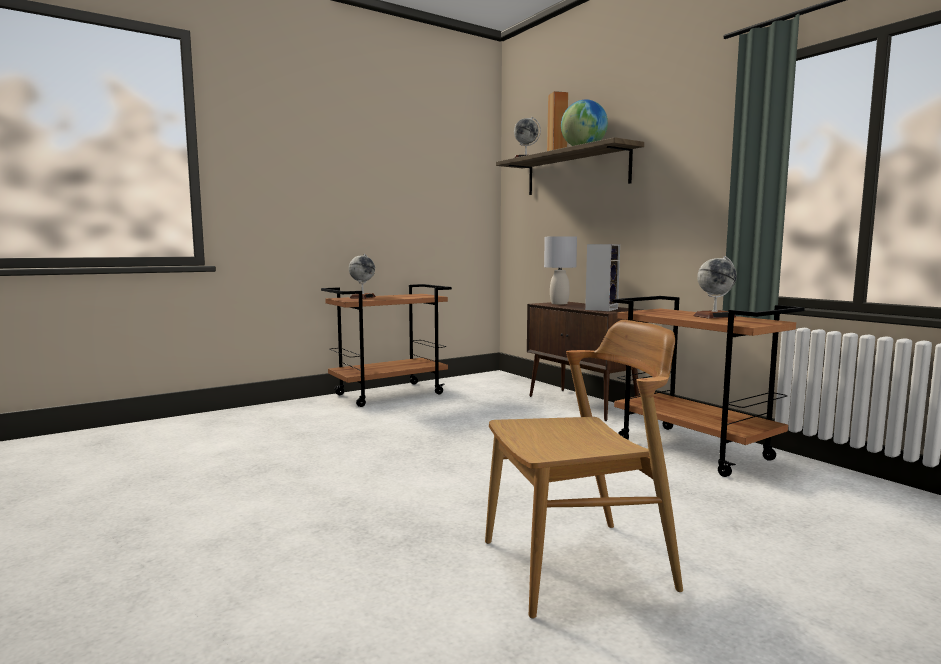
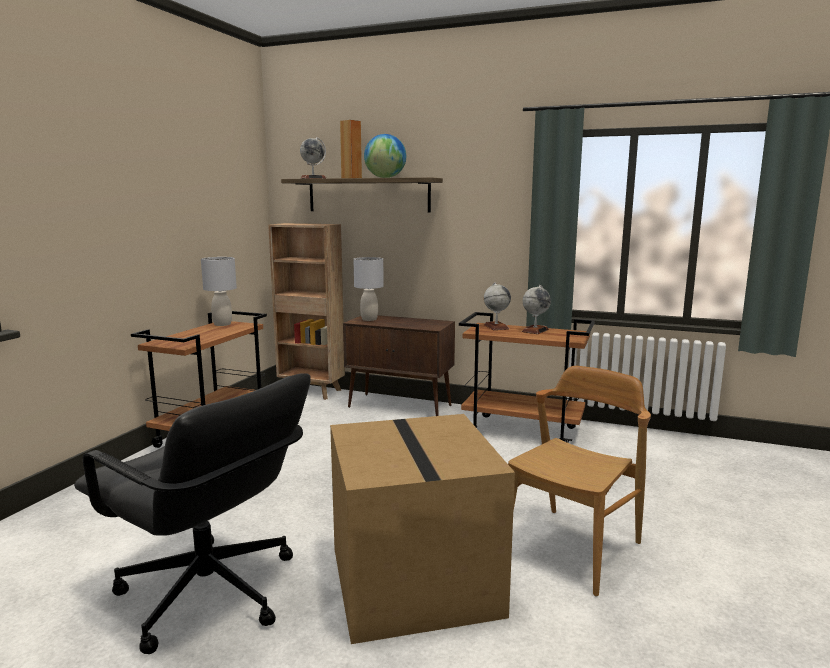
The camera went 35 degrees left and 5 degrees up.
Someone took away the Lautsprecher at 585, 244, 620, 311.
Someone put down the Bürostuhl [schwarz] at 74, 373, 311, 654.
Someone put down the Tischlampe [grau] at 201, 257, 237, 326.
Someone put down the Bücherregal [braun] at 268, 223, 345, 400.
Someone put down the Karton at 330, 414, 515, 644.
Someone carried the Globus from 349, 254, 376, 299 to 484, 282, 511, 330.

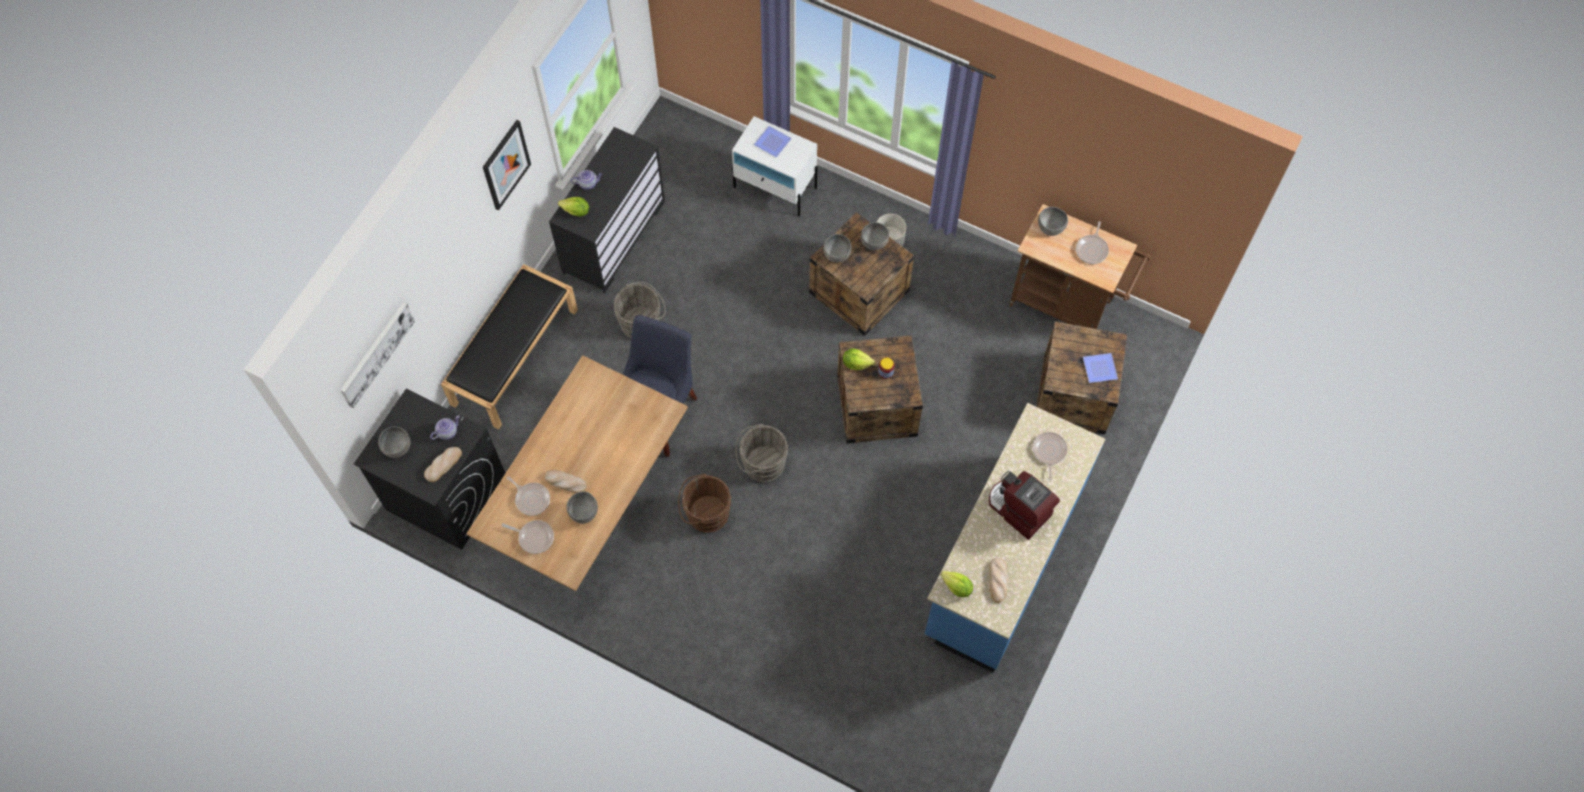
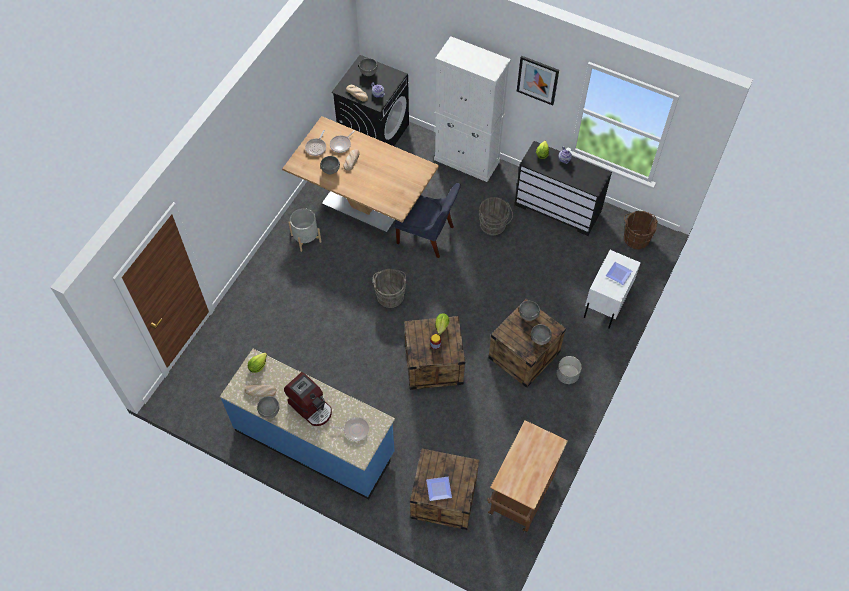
The camera went 90 degrees right and 5 degrees down.
Someone took away the Bild at 340, 302, 415, 408.
Someone took away the Pfanne at 1076, 221, 1109, 264.
Someone put down the Pflanzkübel [grau] at 288, 208, 321, 252.
Someone carried the Eimer [braun] from 678, 474, 731, 533 to 623, 211, 658, 249.
Someone carried the Schüssel [grau] from 1038, 207, 1068, 236 to 257, 396, 280, 419.
Someone swapped the Bank [schwarz] at 441, 264, 578, 430 for the Schrank [weiß] at 434, 36, 511, 182.
Someone rotated the Kaffeemaschine at 989, 471, 1060, 540 by 90 degrees clockwise.

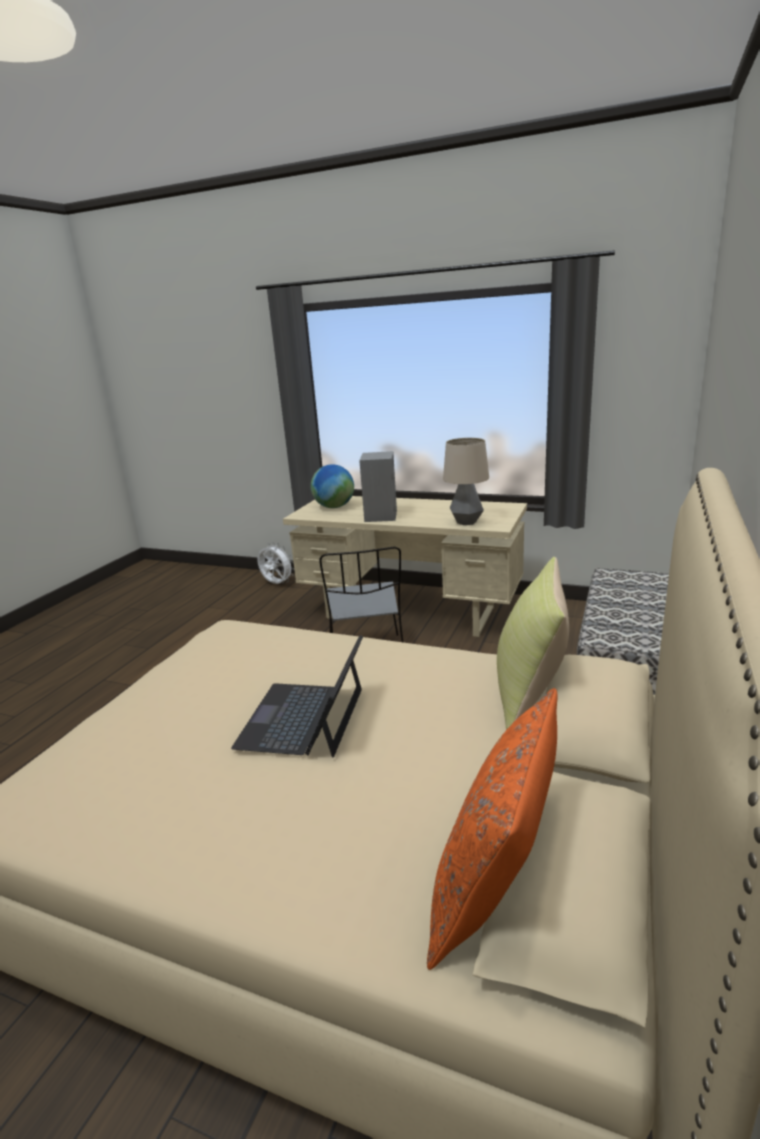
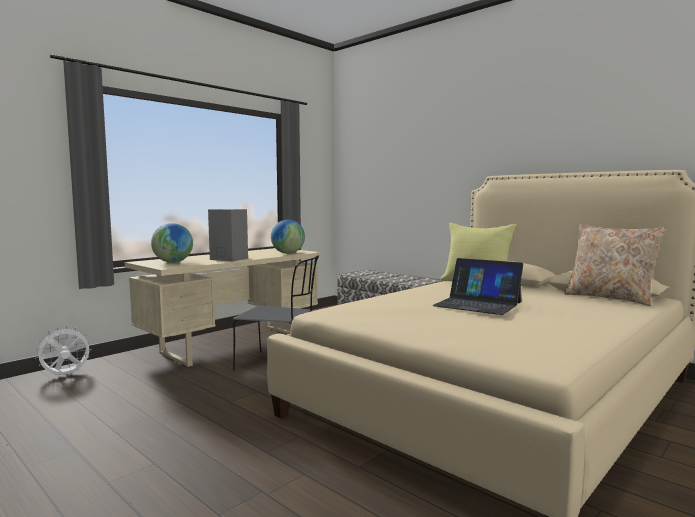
The camera went 70 degrees left and 15 degrees down.
Someone swapped the Tischlampe at 443, 438, 489, 525 for the Globus at 271, 220, 305, 254.
Someone repainted the Kissen [orange] at 427, 688, 557, 970, which became the Kissen [beige] at 564, 224, 666, 306.

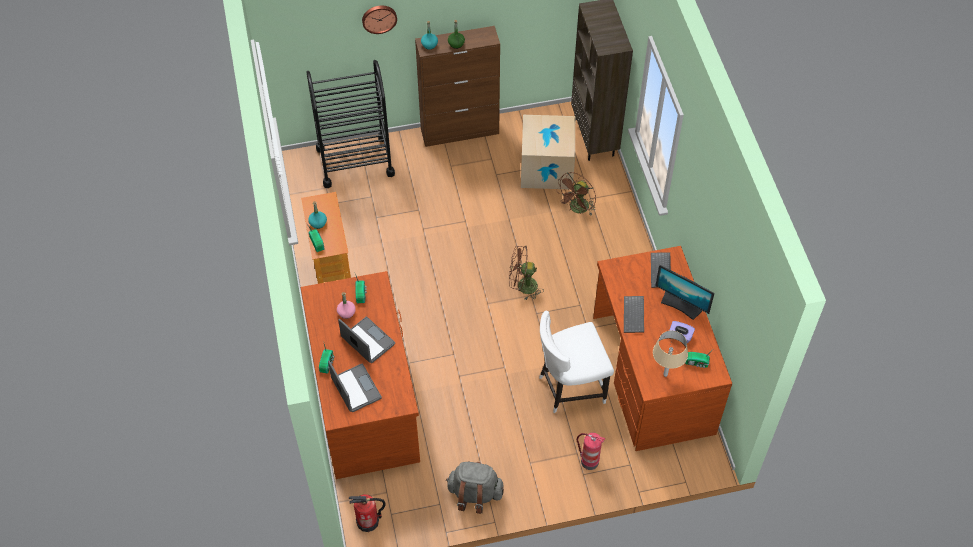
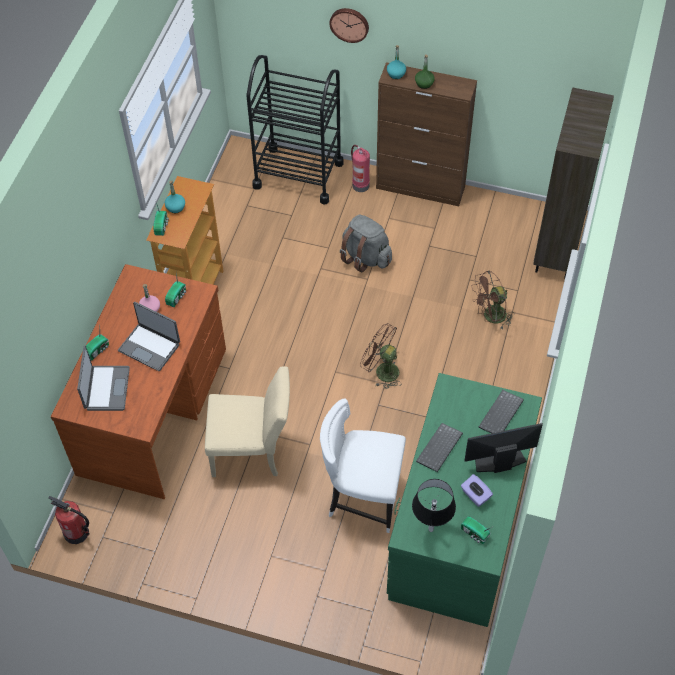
The camera went 30 degrees right and 0 degrees up.
Someone took away the Karton at 521, 115, 575, 190.
Someone put down the Stuhl [beige] at 205, 367, 290, 477.
Someone carried the Rucksack [grau] from 446, 461, 504, 514 to 340, 215, 392, 272.
Someone carried the Feuerlöscher from 577, 433, 605, 470 to 351, 145, 370, 192.
Someone repainted the Schreibtisch [braun] at 593, 246, 732, 451, which became the Schreibtisch [grün] at 387, 373, 542, 627.
Someone repainted the Tischlampe [beige] at 653, 330, 688, 377, which became the Tischlampe [schwarz] at 412, 479, 456, 532.
Someone rotated the Laptop at 338, 317, 395, 363 by 135 degrees clockwise.
Someone rotated the Monitor at 655, 265, 715, 320 by 105 degrees clockwise.

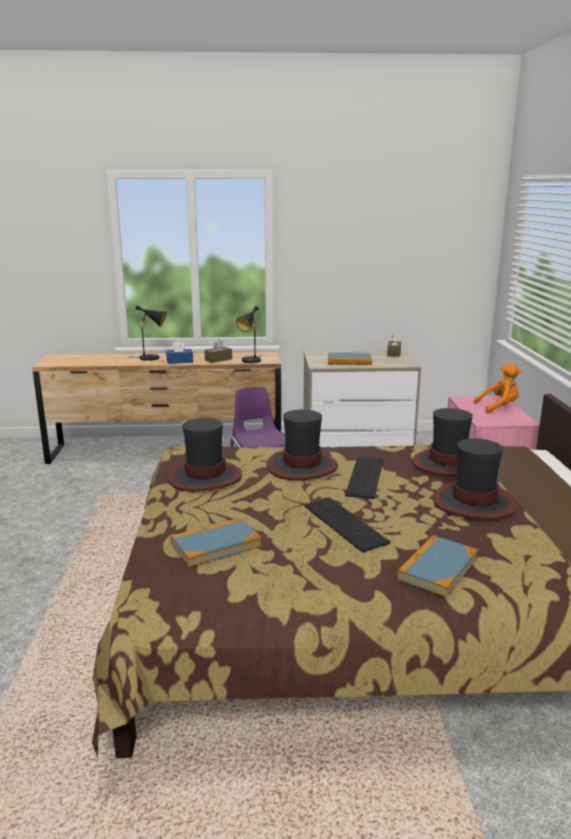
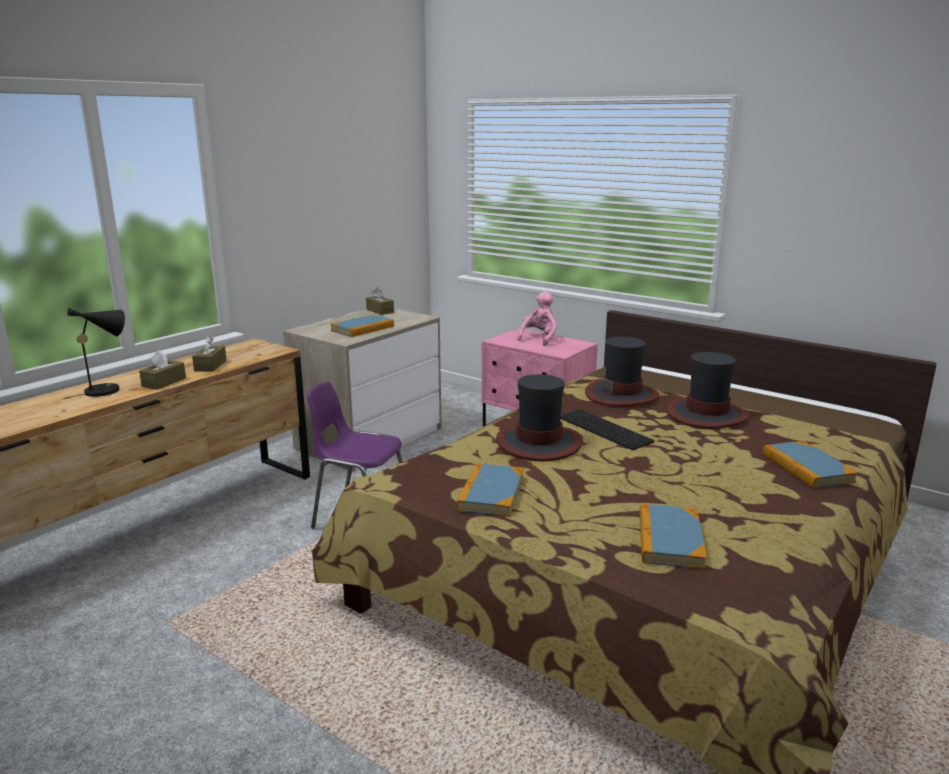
The camera went 50 degrees left and 0 degrees up.
Someone took away the Tischlampe [schwarz] at 236, 306, 261, 363.
Someone took away the Tastatur at 304, 498, 390, 552.
Someone swapped the Hut at 167, 418, 242, 492 for the Buch at 456, 463, 524, 517.
Someone repainted the Taschentuchbox [blau] at 166, 341, 193, 364, which became the Taschentuchbox [braun] at 139, 350, 186, 390.
Someone repainted the Plüschtier [orange] at 474, 364, 522, 414, which became the Plüschtier [rosa] at 517, 291, 557, 346.

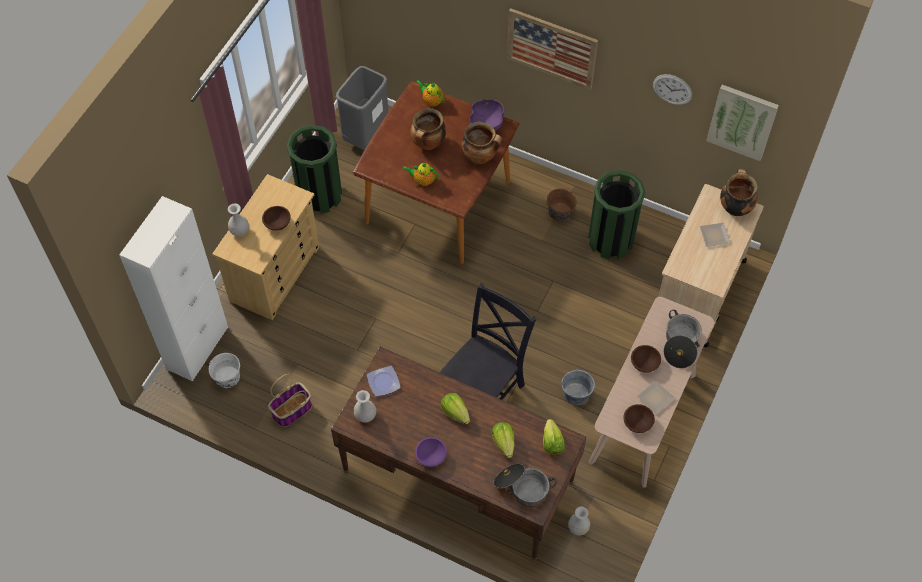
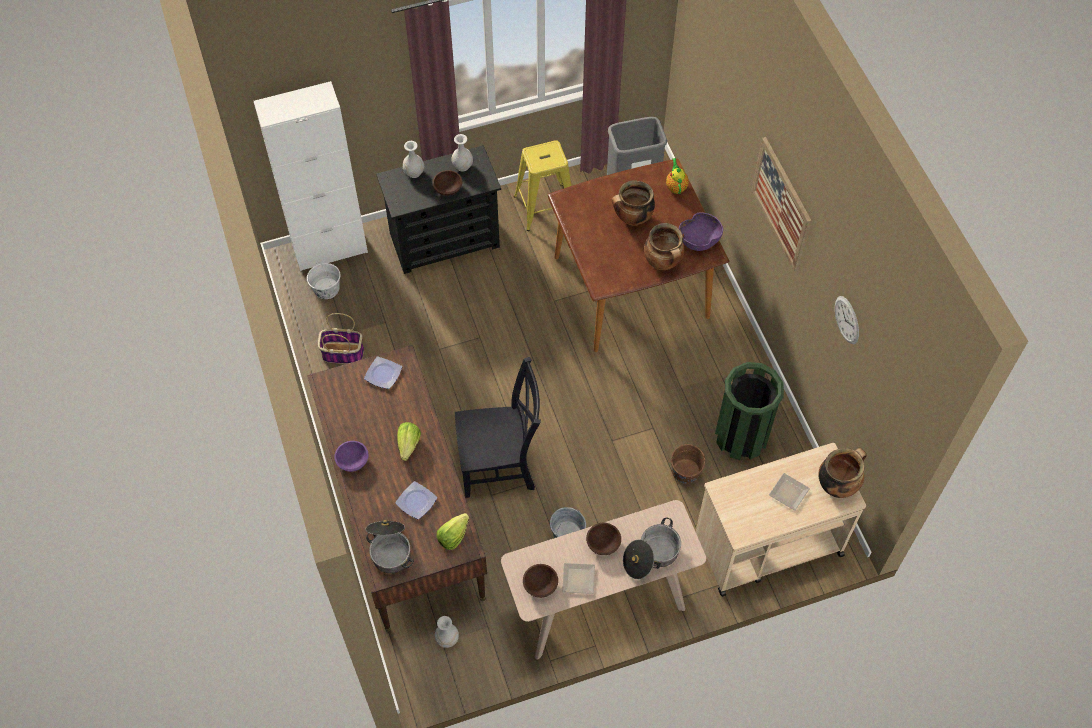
The camera went 45 degrees right and 0 degrees up.
Someone took away the Teekanne at 403, 163, 439, 186.
Someone took away the Bild at 706, 85, 779, 161.
Someone carried the Vase [weiß] from 354, 390, 376, 423 to 451, 134, 473, 172.
Someone carried the Eimer [braun] from 547, 188, 577, 222 to 671, 444, 706, 484.
Someone swapped the Mülleimer [grün] at 287, 125, 342, 214 for the Hocker [gelb] at 514, 140, 571, 231.
Someone swapped the Salatkopf at 492, 422, 515, 458 for the Teller at 395, 481, 437, 519.
Someone repainted the Kommode [beige] at 212, 174, 319, 320, which became the Kommode [schwarz] at 376, 145, 501, 274.

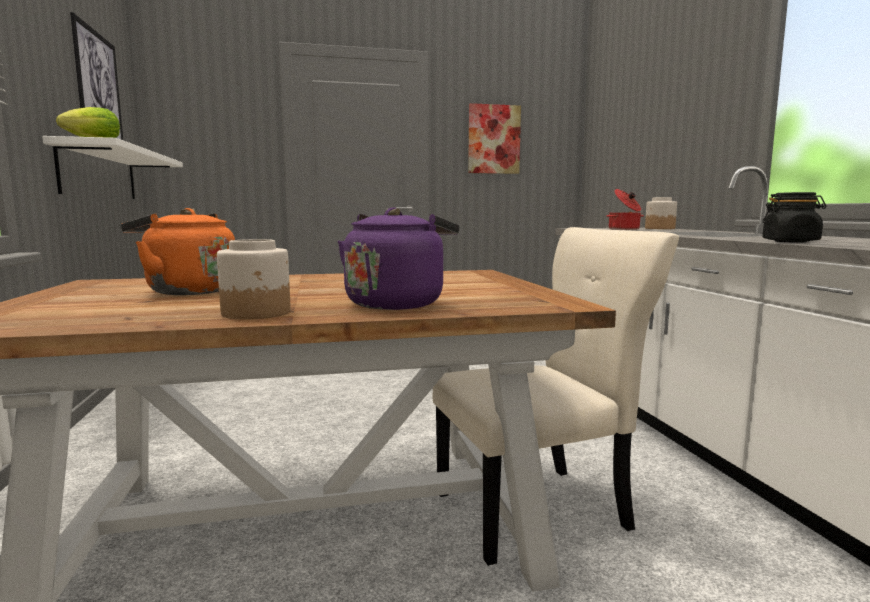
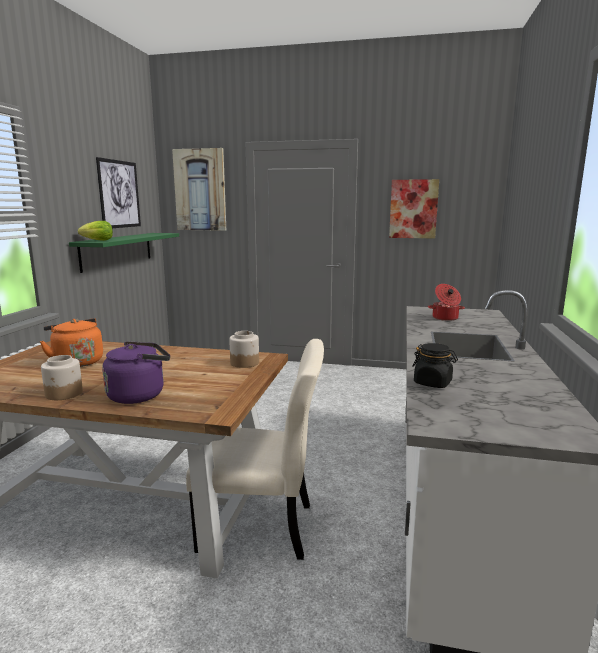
The camera went 25 degrees right and 5 degrees up.
Someone put up the Bild at 172, 148, 226, 231.
Someone carried the Vorratsglas from 645, 197, 677, 229 to 229, 331, 259, 368.
Someone repainted the Wandregal [weiß] at 42, 136, 183, 199, which became the Wandregal [grün] at 69, 233, 179, 273.

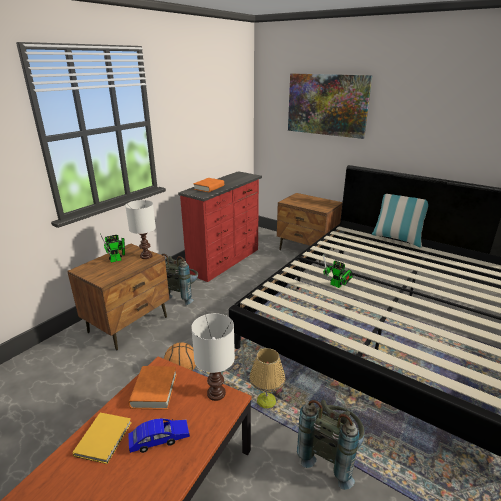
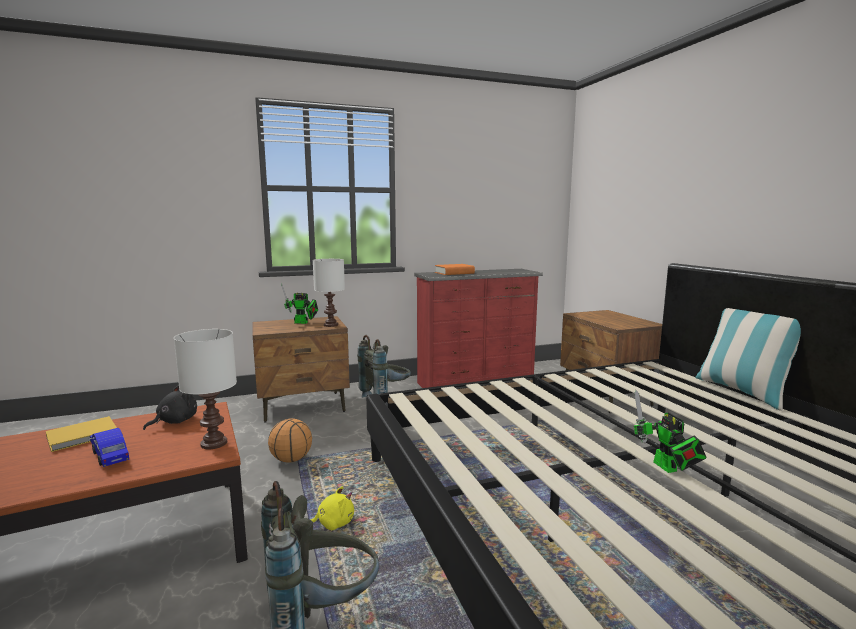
The camera went 35 degrees right and 15 degrees down.
Someone took away the Bild at 288, 74, 372, 139.
Someone carried the Spielzeugroboter from 323, 254, 353, 288 to 634, 390, 707, 473.
Someone swapped the Buch [orange] at 128, 366, 177, 410 for the Plüschtier [schwarz] at 143, 385, 197, 430.
Someone swapped the Tischlampe at 249, 348, 285, 408 for the Plüschtier [gelb] at 311, 486, 354, 530.
Someone rotated the Spielzeugauto [blau] at 128, 419, 190, 453 by 150 degrees counterclockwise.

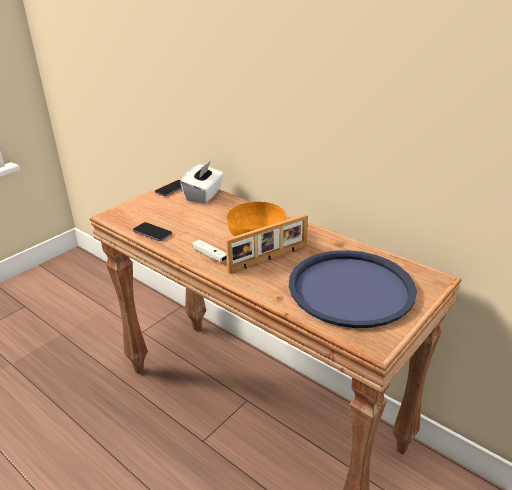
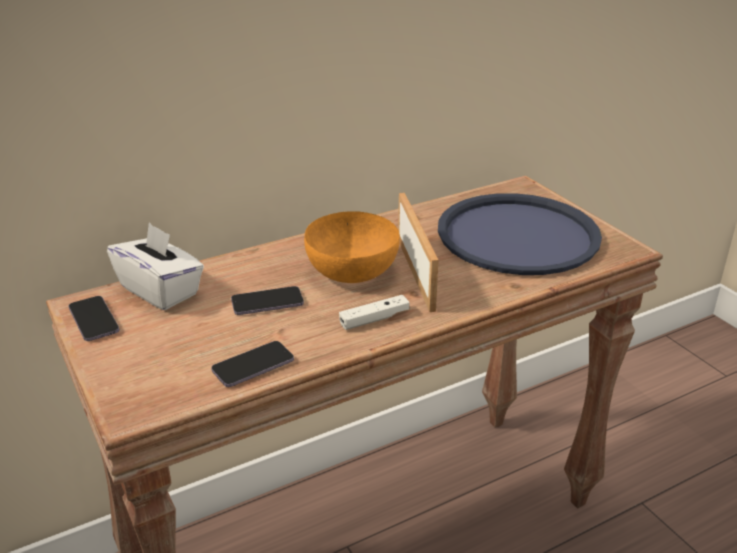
The camera went 70 degrees left and 0 degrees up.
Someone put down the Handy at 231, 286, 304, 315.

